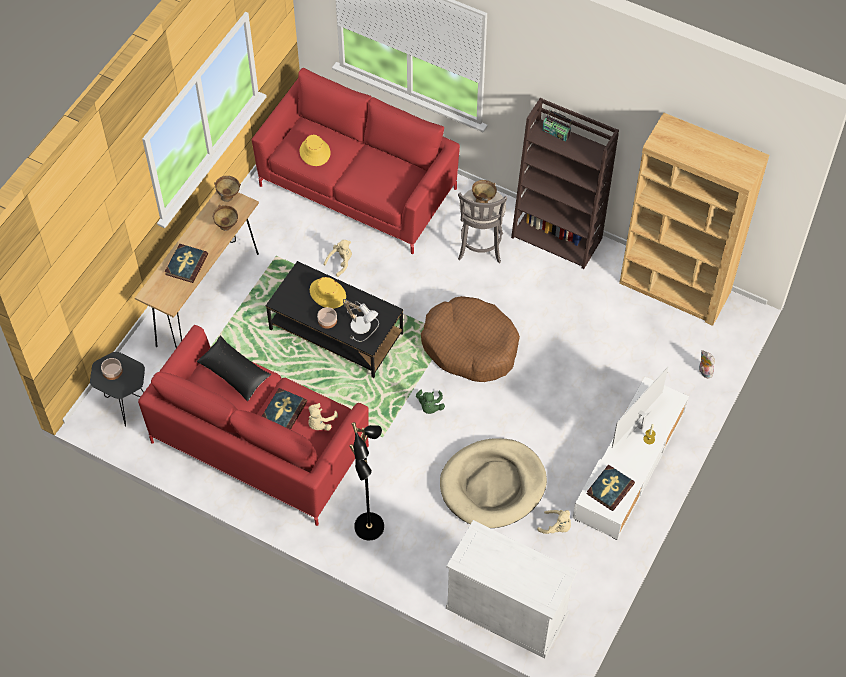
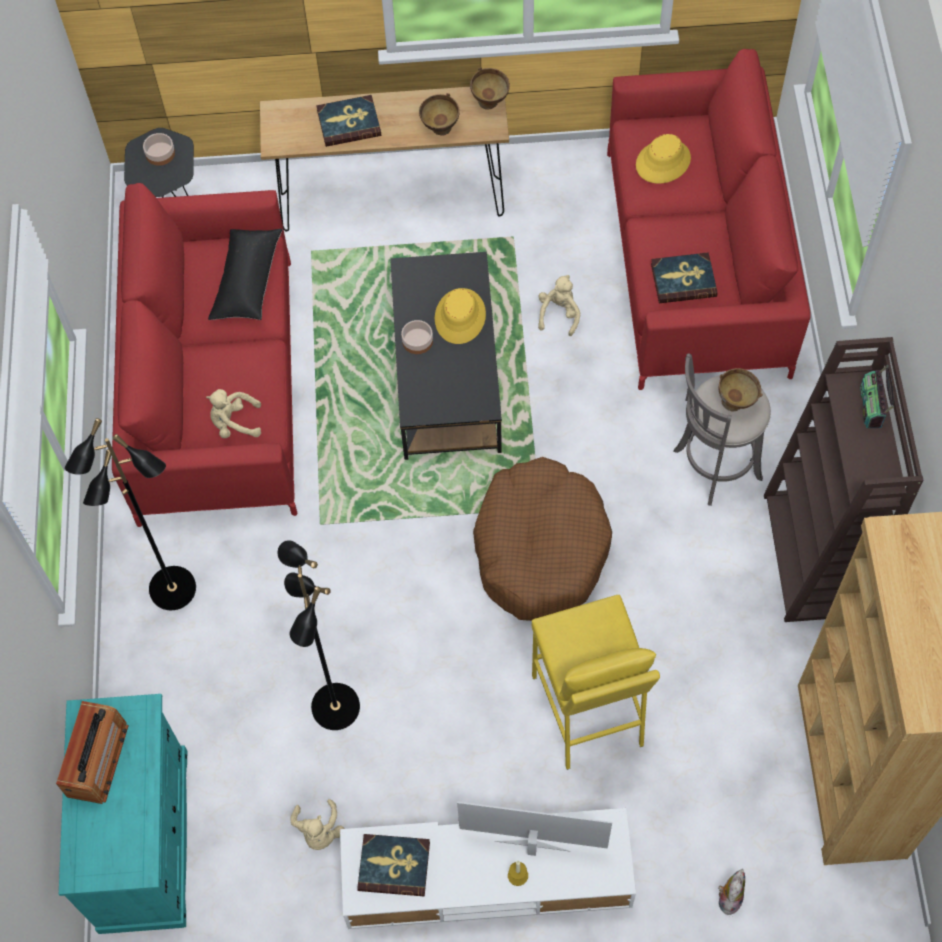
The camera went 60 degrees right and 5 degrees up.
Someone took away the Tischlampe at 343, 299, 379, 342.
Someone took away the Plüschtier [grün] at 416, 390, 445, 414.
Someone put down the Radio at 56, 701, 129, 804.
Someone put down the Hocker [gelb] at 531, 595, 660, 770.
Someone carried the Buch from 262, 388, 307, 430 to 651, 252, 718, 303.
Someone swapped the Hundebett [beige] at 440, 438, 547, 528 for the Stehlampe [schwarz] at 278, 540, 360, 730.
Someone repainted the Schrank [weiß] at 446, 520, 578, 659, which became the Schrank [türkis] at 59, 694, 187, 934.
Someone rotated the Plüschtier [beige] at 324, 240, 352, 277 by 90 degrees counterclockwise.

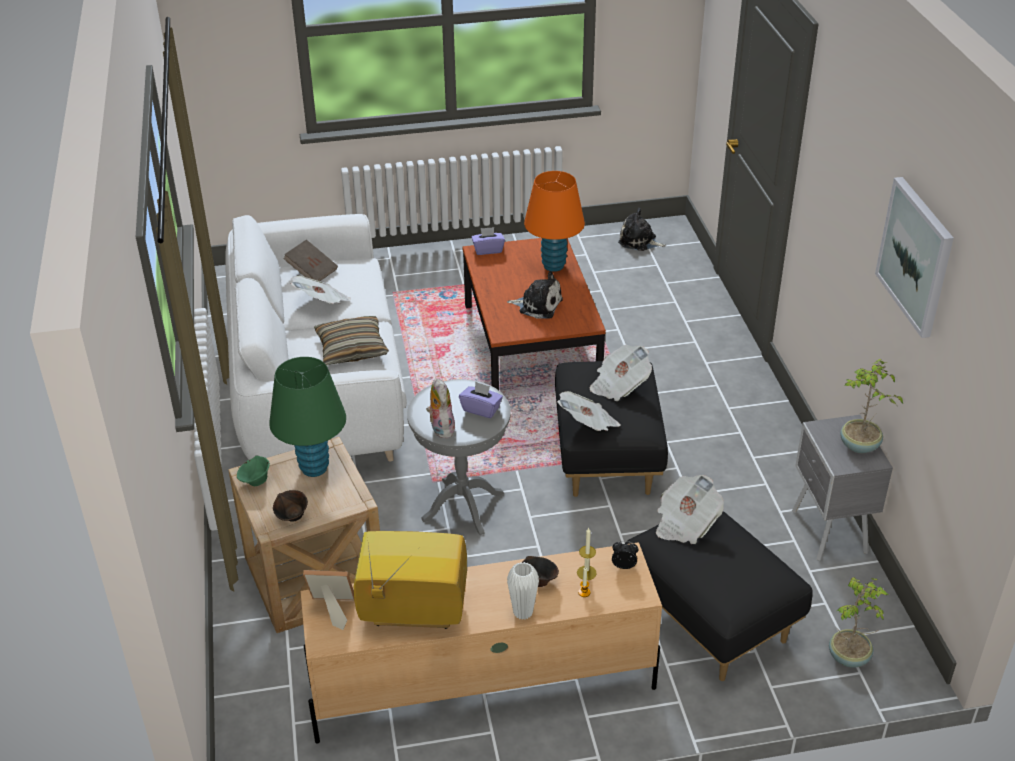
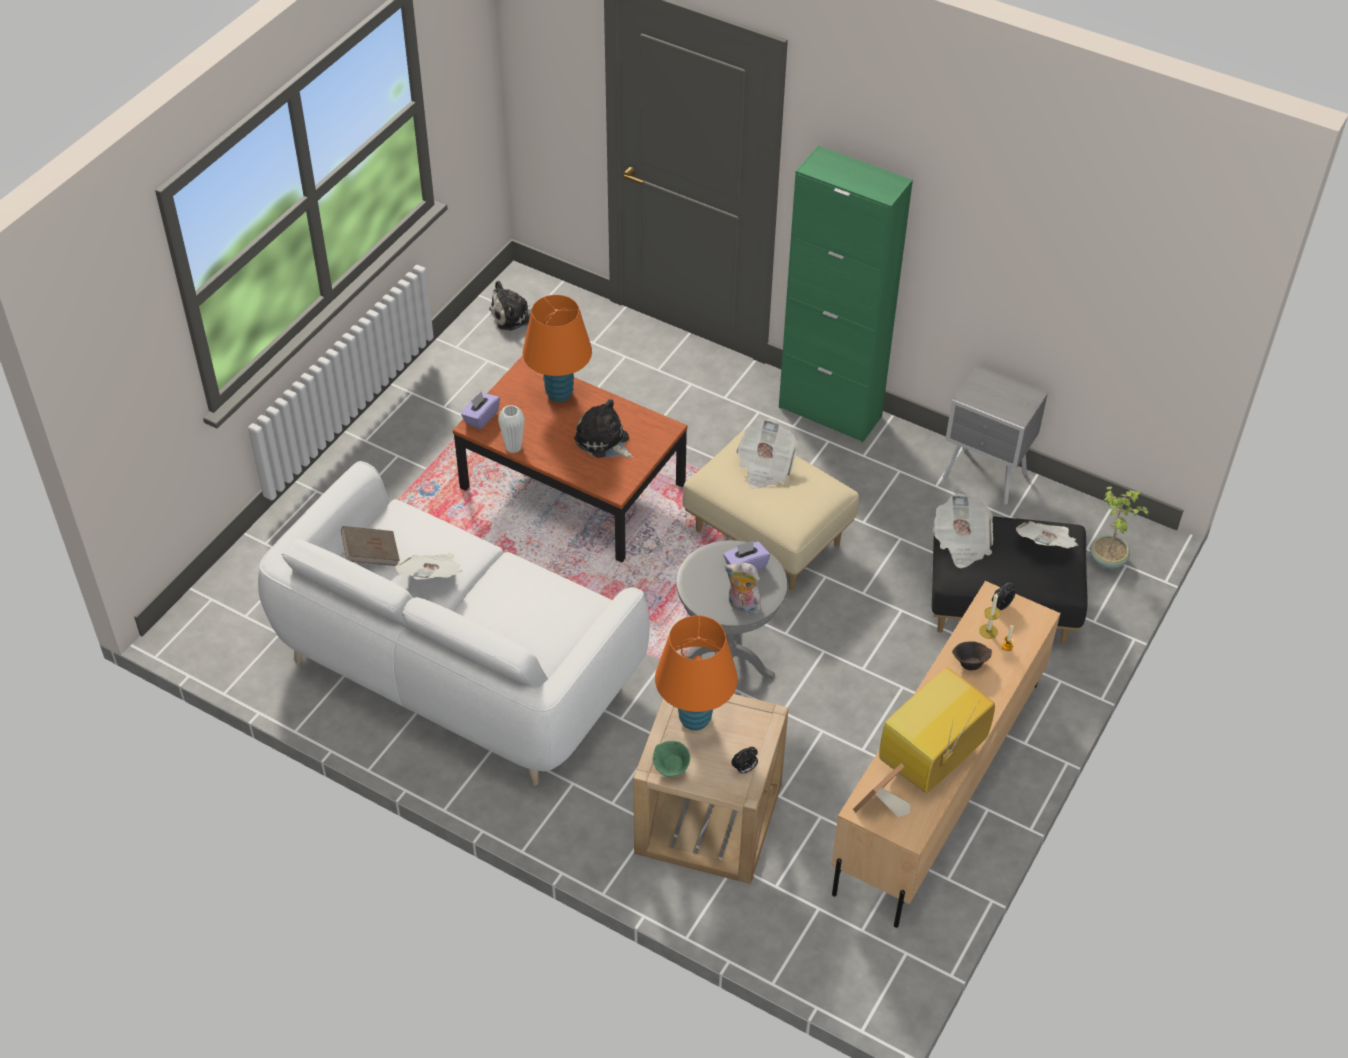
The camera went 50 degrees left and 10 degrees up.
Someone took away the Kissen at 314, 316, 389, 365.
Someone took away the Topfpflanze at 840, 359, 903, 453.
Someone took away the Bild at 875, 177, 954, 338.
Someone put down the Schrank [grün] at 779, 146, 913, 443.
Someone carried the Vase [weiß] from 507, 562, 539, 620 to 498, 405, 525, 453.
Someone carried the Zeitung from 557, 391, 621, 431 to 1016, 521, 1078, 548.
Someone swapped the Schüssel [braun] at 273, 490, 308, 522 for the Wecker at 731, 747, 758, 774.
Someone repainted the Tischlampe [grün] at 269, 357, 346, 477, which became the Tischlampe [orange] at 655, 615, 738, 731.
Someone repainted the Polsterhocker [schwarz] at 555, 361, 668, 497, which became the Polsterhocker [beige] at 682, 430, 859, 590.
Someone rotated the Plüschtier at 507, 271, 563, 319 by 105 degrees counterclockwise.

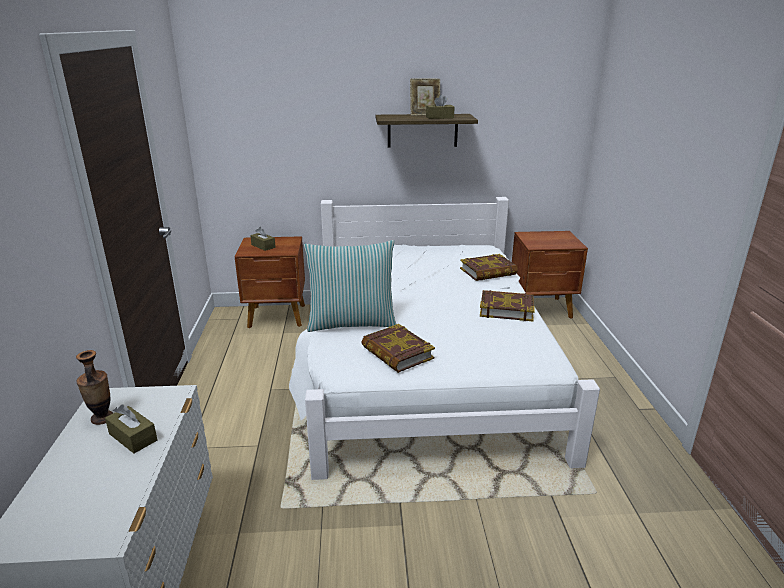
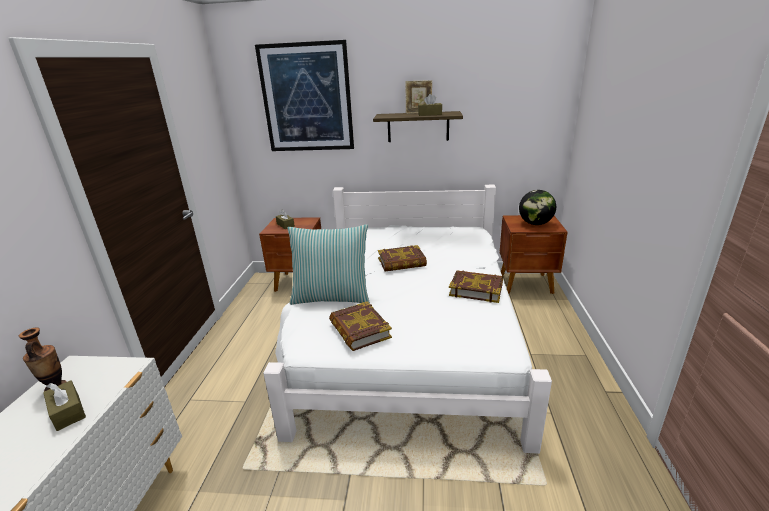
The camera went 10 degrees right and 0 degrees up.
Someone put up the Bild at 255, 40, 354, 151.
Someone put down the Globus at 519, 190, 556, 225.
Someone carried the Buch from 460, 254, 518, 281 to 378, 245, 427, 271.

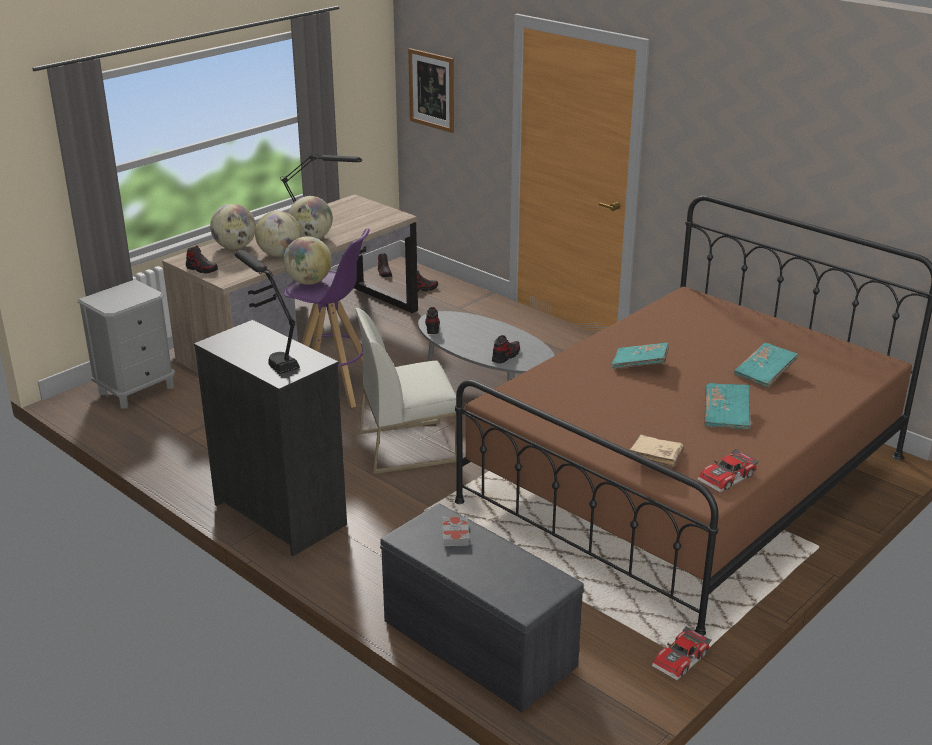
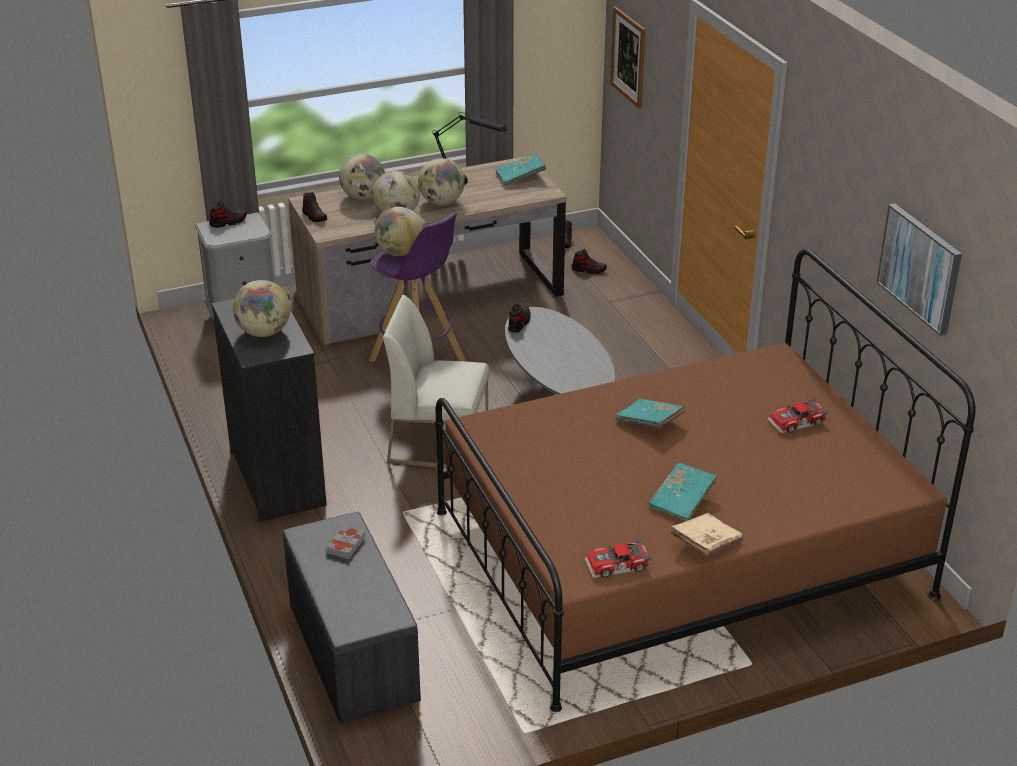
The camera went 25 degrees right and 5 degrees up.
Someone put up the Bild at 877, 203, 962, 336.
Someone carried the Schuh from 492, 335, 520, 364 to 209, 201, 247, 228.
Someone carried the Buch [beige] from 629, 435, 684, 467 to 671, 513, 743, 556.
Someone carried the Spielzeugauto from 652, 626, 712, 681 to 768, 398, 828, 434.
Someone carried the Buch [türkis] from 734, 343, 799, 388 to 495, 154, 546, 186.
Someone swapped the Tischlampe [schwarz] at 235, 250, 300, 374 for the Globus at 233, 280, 290, 337.

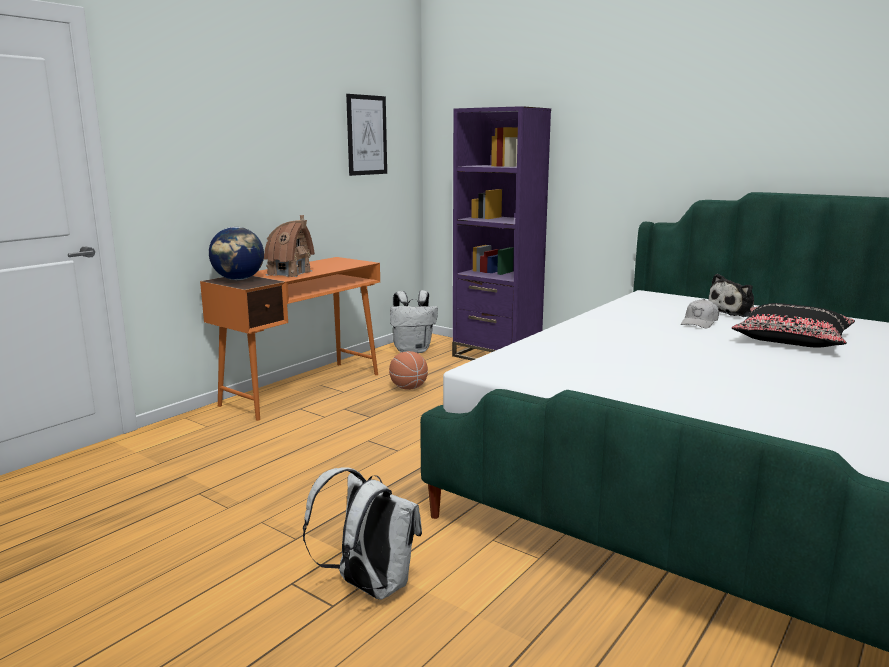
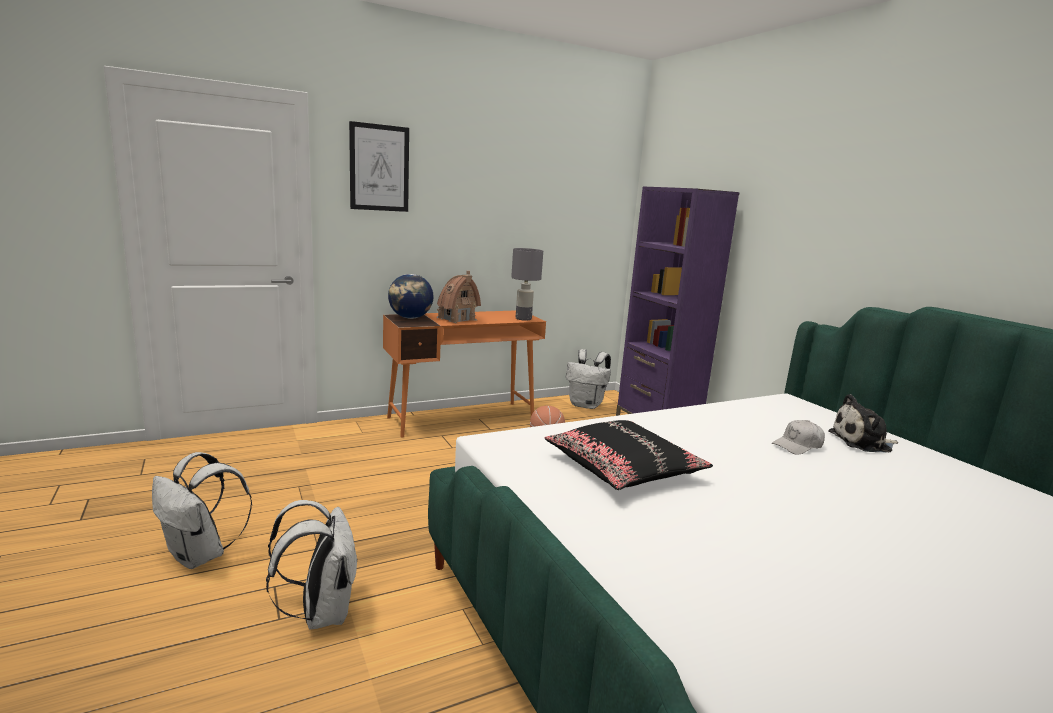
The camera went 25 degrees right and 0 degrees up.
Someone put down the Rucksack [weiß] at 152, 452, 252, 569.
Someone put down the Tischlampe [grau] at 511, 248, 543, 321.
Someone carried the Bild from 346, 94, 387, 176 to 349, 121, 409, 212.
Someone carried the Kissen [schwarz] from 732, 303, 855, 347 to 544, 420, 713, 490.

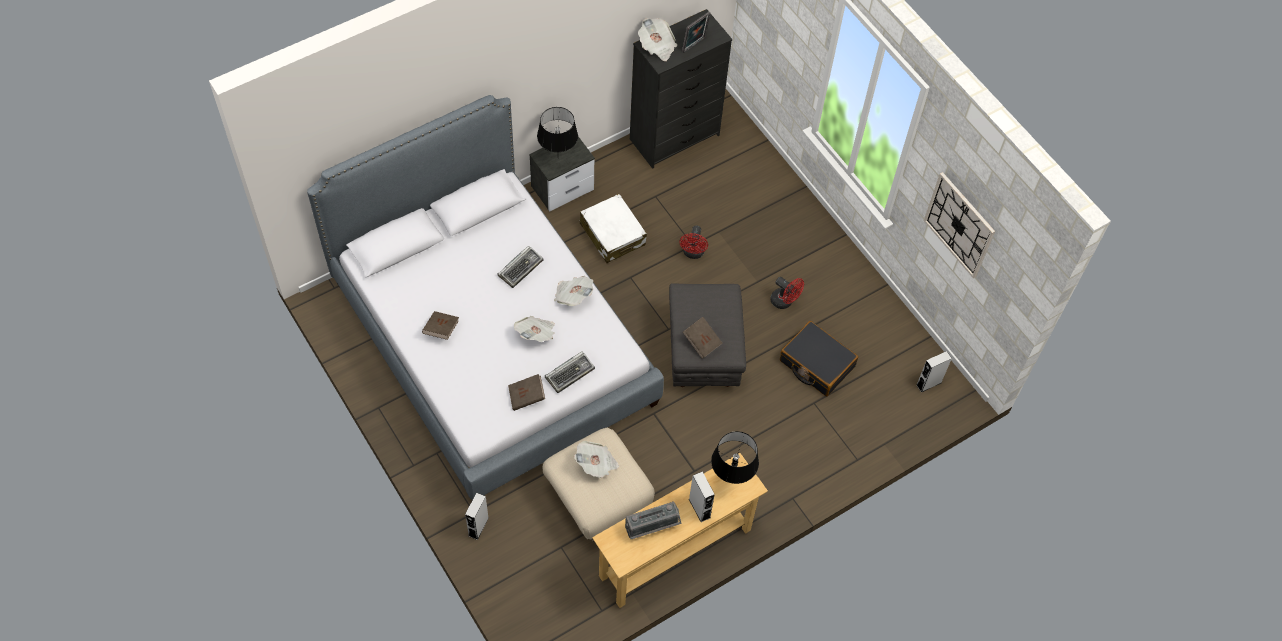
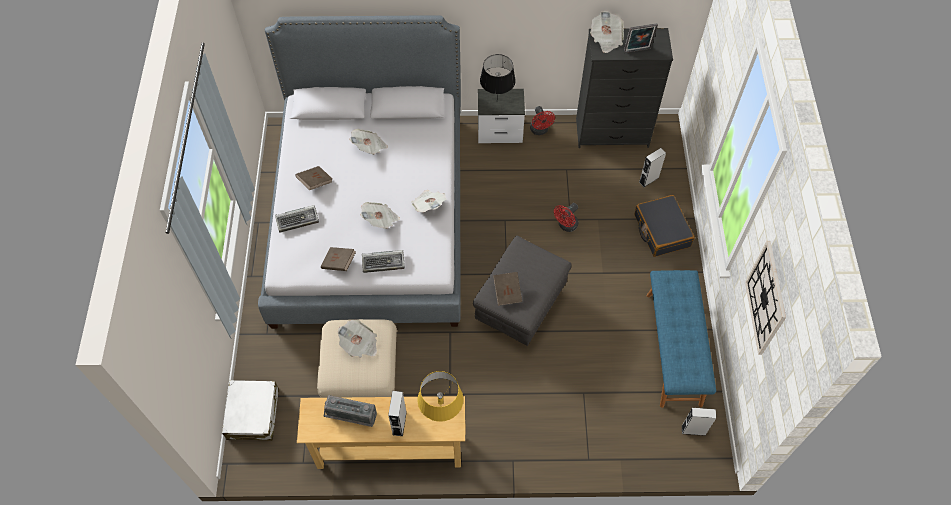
The camera went 35 degrees right and 0 degrees up.
Someone put down the Zeitung at 349, 129, 388, 155.
Someone put down the Bank [blau] at 647, 270, 716, 408.
Someone carried the Lautsprecher [grau] from 465, 493, 489, 540 to 639, 148, 666, 187.
Someone carried the Tastatur from 497, 246, 543, 288 to 275, 205, 319, 233.
Someone carried the Koffer [weiß] from 580, 194, 647, 263 to 222, 380, 279, 441.
Someone carried the Ventilator [rot] from 770, 277, 804, 309 to 530, 106, 555, 135.
Someone carried the Koffer [schwarz] from 780, 321, 858, 397 to 635, 195, 695, 257.
Someone repainted the Tischlampe [schwarz] at 711, 431, 759, 484, which became the Tischlampe [gelb] at 417, 371, 463, 422.

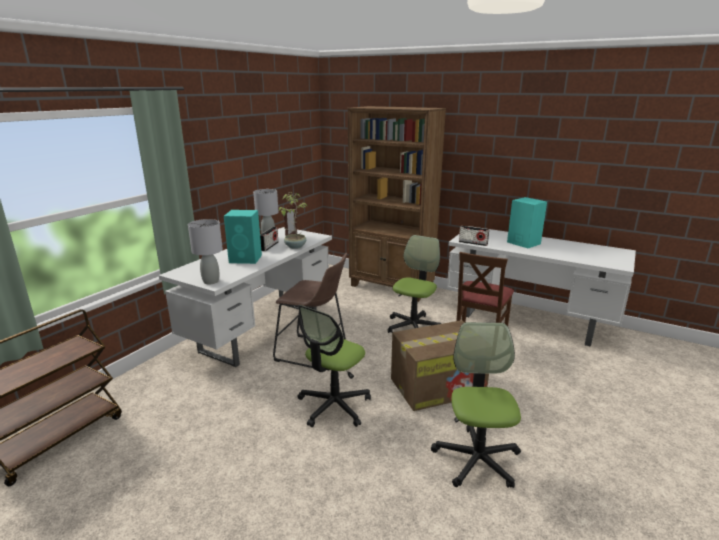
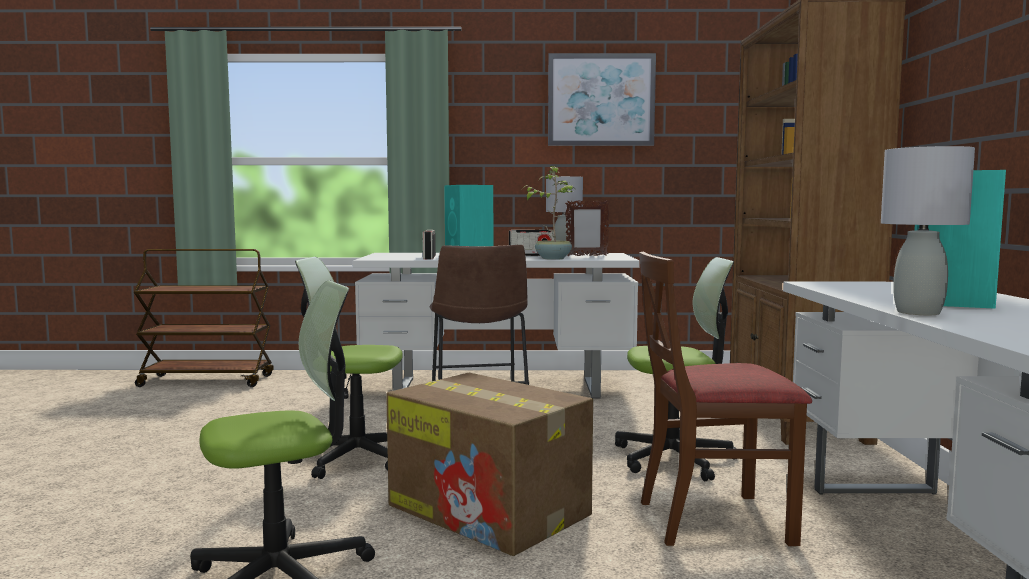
The camera went 60 degrees right and 15 degrees down.
Someone put up the Bild at 548, 53, 656, 146.
Someone carried the Tischlampe [grau] from 188, 219, 223, 284 to 881, 146, 975, 315.
Someone carried the Radio from 459, 226, 489, 246 to 422, 230, 436, 259.

